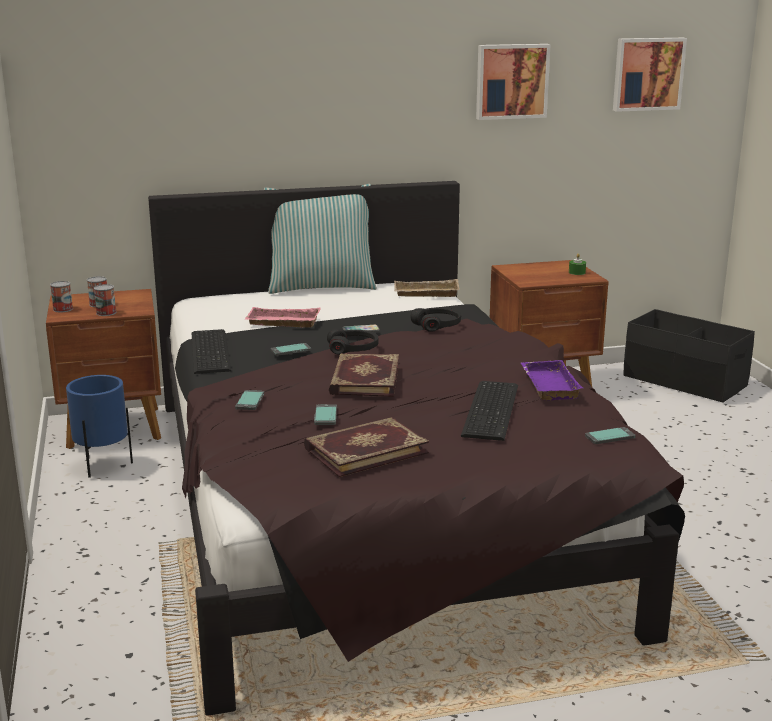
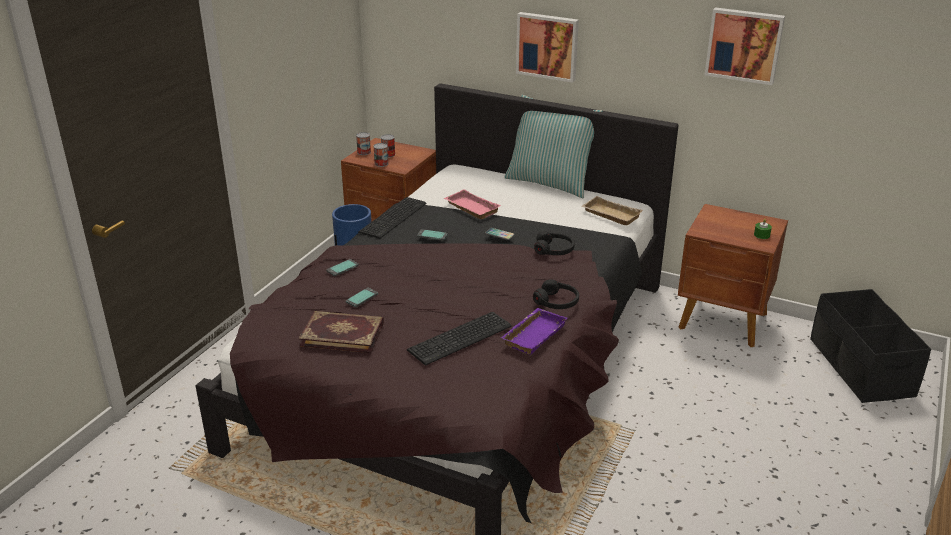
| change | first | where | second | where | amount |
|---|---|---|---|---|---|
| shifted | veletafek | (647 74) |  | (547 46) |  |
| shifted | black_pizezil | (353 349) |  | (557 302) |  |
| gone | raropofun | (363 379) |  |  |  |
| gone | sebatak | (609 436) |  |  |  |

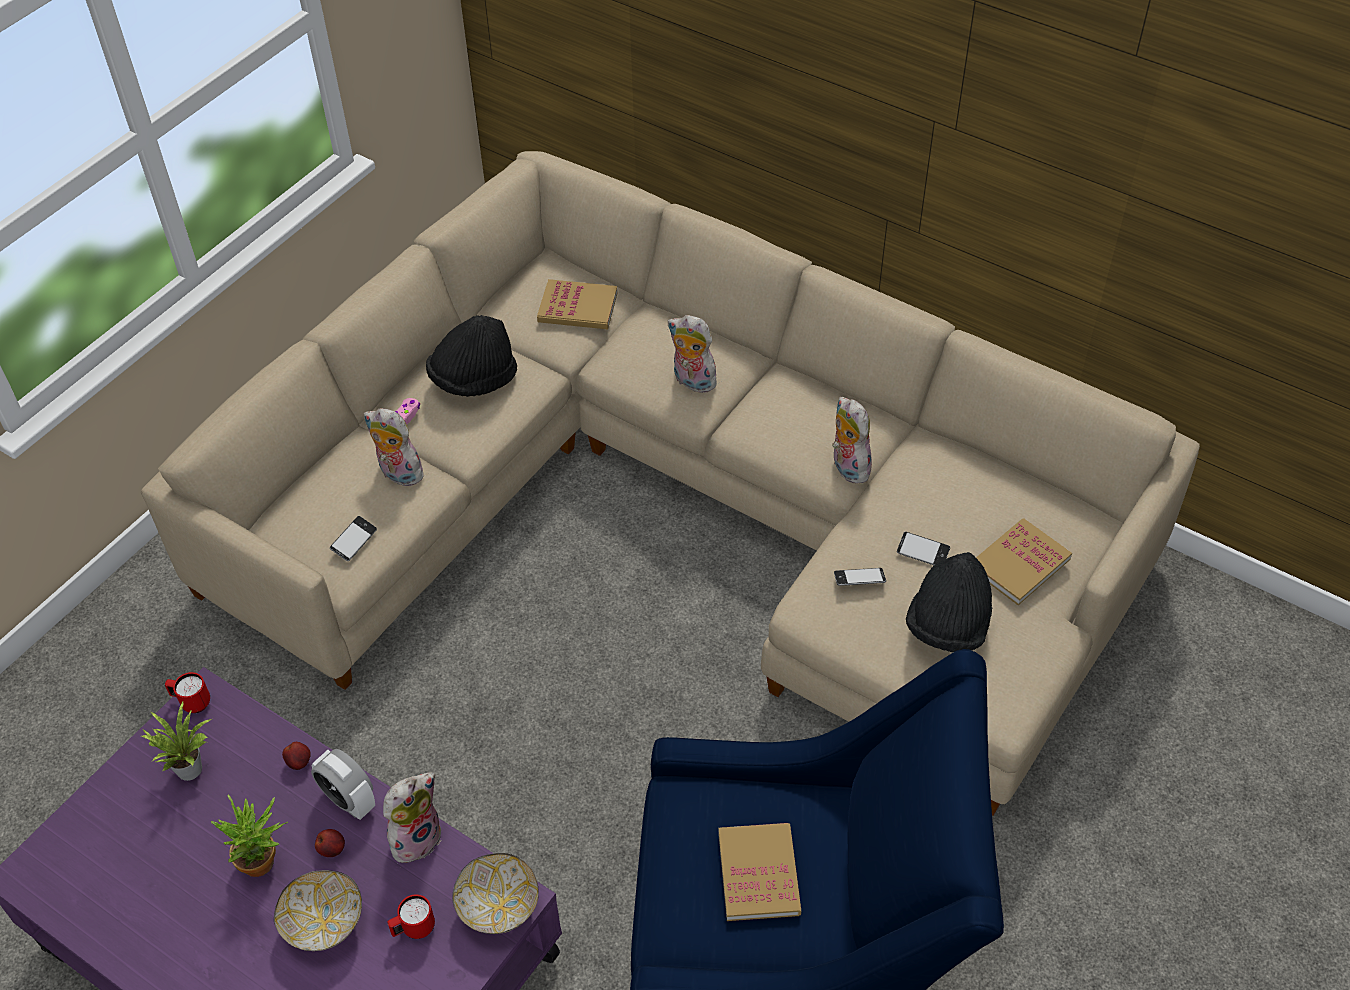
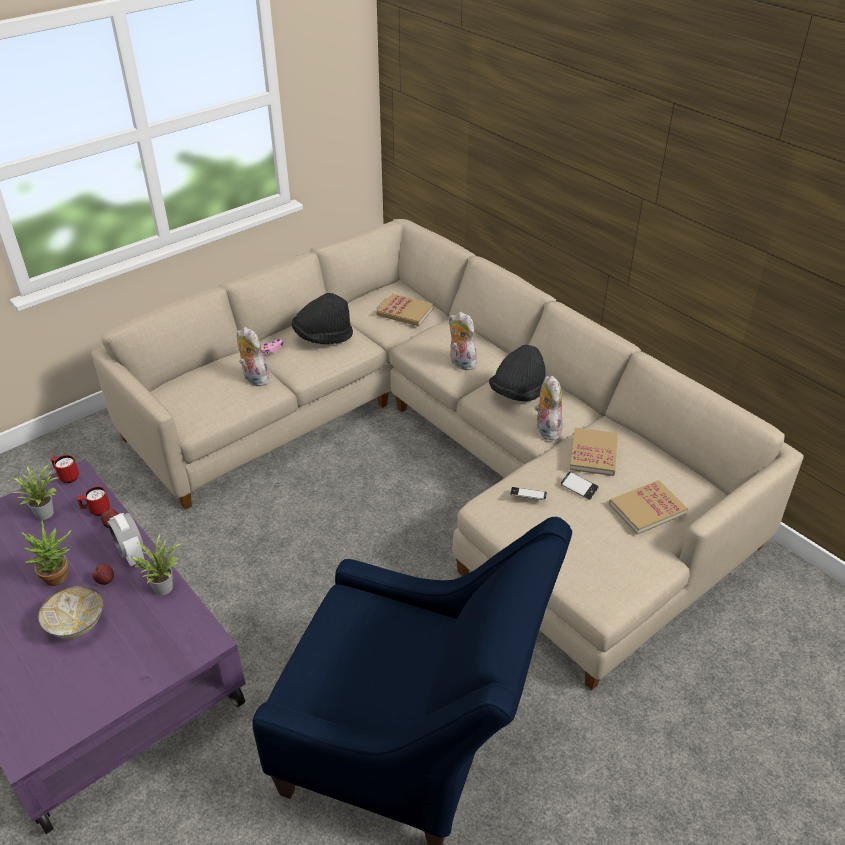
| change | first | where | second | where | amount |
|---|---|---|---|---|---|
| shifted | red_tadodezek | (414 929) |  | (96 511) |  |
| swapped | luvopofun | (416 837) | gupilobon | (162 586) |  |
| shifted | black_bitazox | (948 625) |  | (517 393) |  |
| shifted | raropofun | (758 874) |  | (593 454) |  |
| gone | sebatak | (354 541) |  |  |  |
| gone | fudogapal | (499 909) |  |  |  |

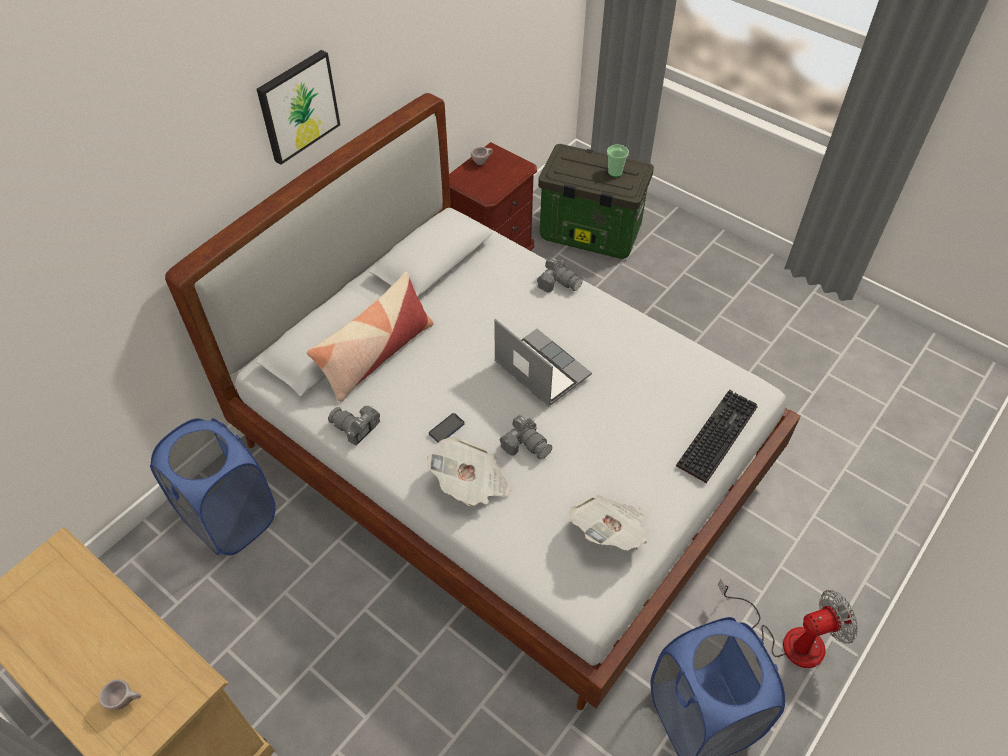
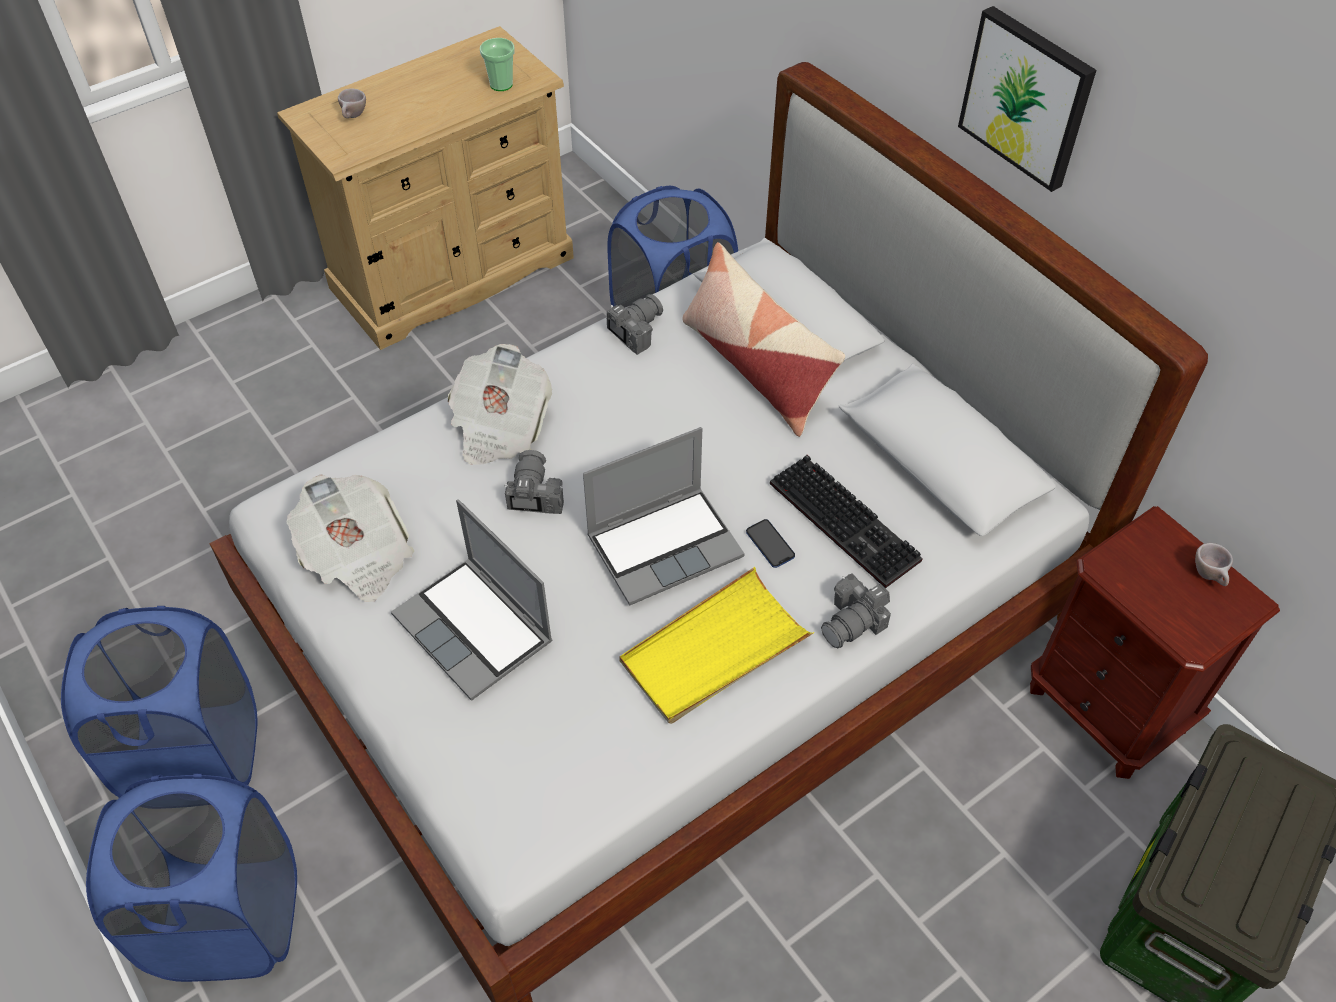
| change | first | where | second | where | amount |
|---|---|---|---|---|---|
| swapped | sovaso | (788 639) | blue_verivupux | (230 920) |  |
| new |  |  | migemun | (476 629) |  |
| shifted | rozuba | (615 172) |  | (501 84) |  |
| rotated | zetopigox | (526 444) |  | (533 494) | 120 degrees clockwise |
| new |  |  | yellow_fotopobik | (714 650) |  |
| shifted | sebatak | (446 429) |  | (770 544) |  |
| shifted | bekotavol | (716 434) |  | (848 522) |  |

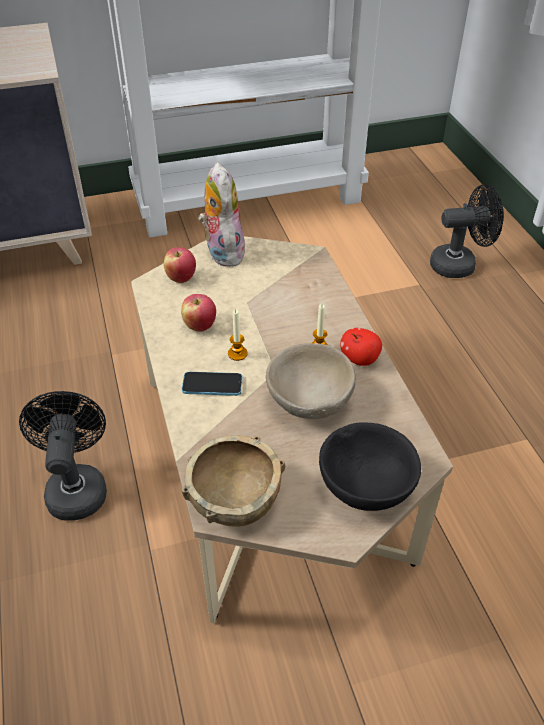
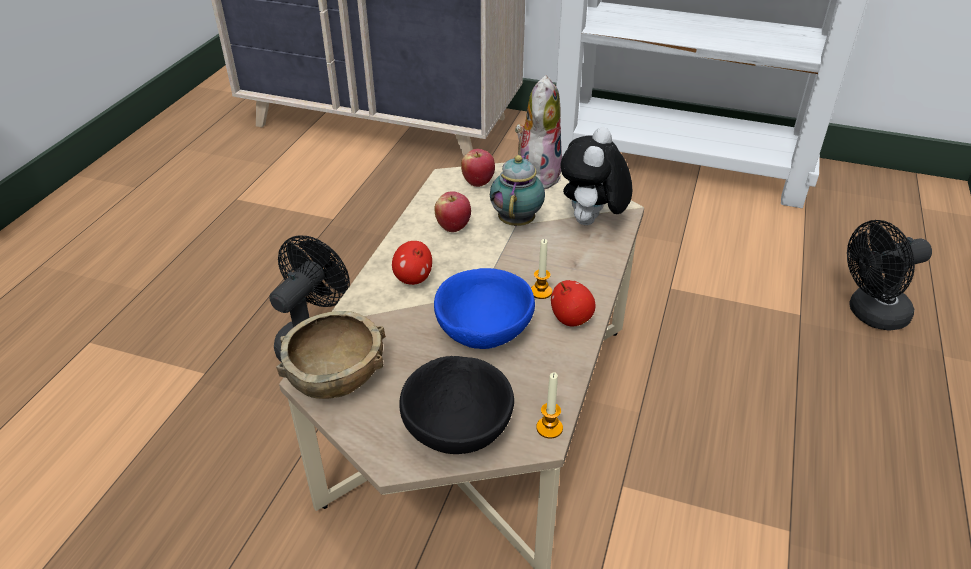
| change | first | where | second | where | amount |
|---|---|---|---|---|---|
| swapped | sebatak | (212 385) | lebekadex | (413 278) |  |
| repainted | beige_fudogapal | (308 400) | blue_fudogapal | (483 330) |  |
| new |  |  | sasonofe | (517 220) |  |
| shifted | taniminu | (237 353) |  | (549 428) |  |
| new |  |  | luvopofun | (591 223) |  |
| rotated | black_sovaso | (459 264) |  | (870 314) | 135 degrees clockwise |

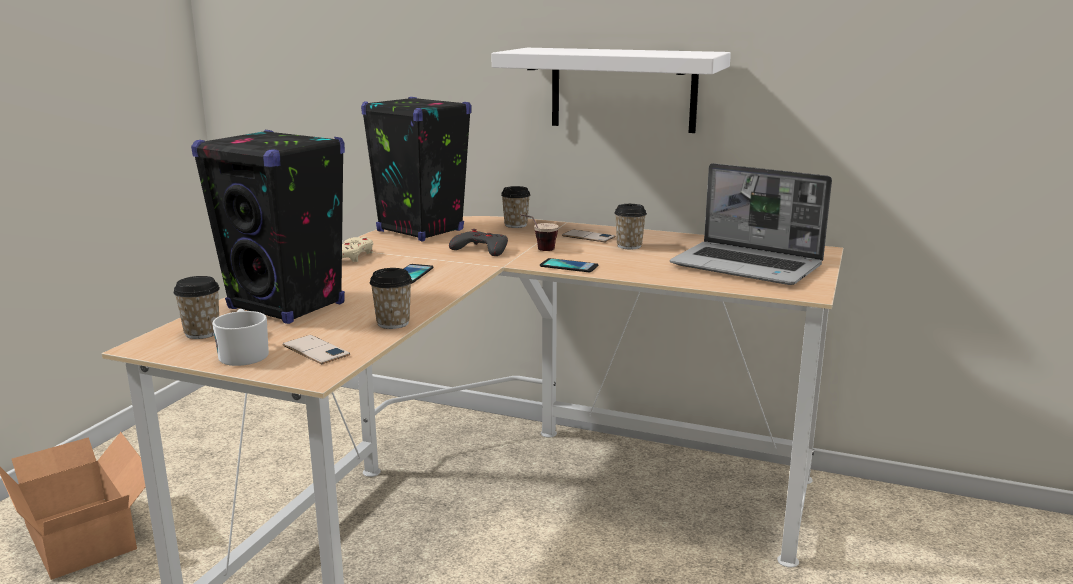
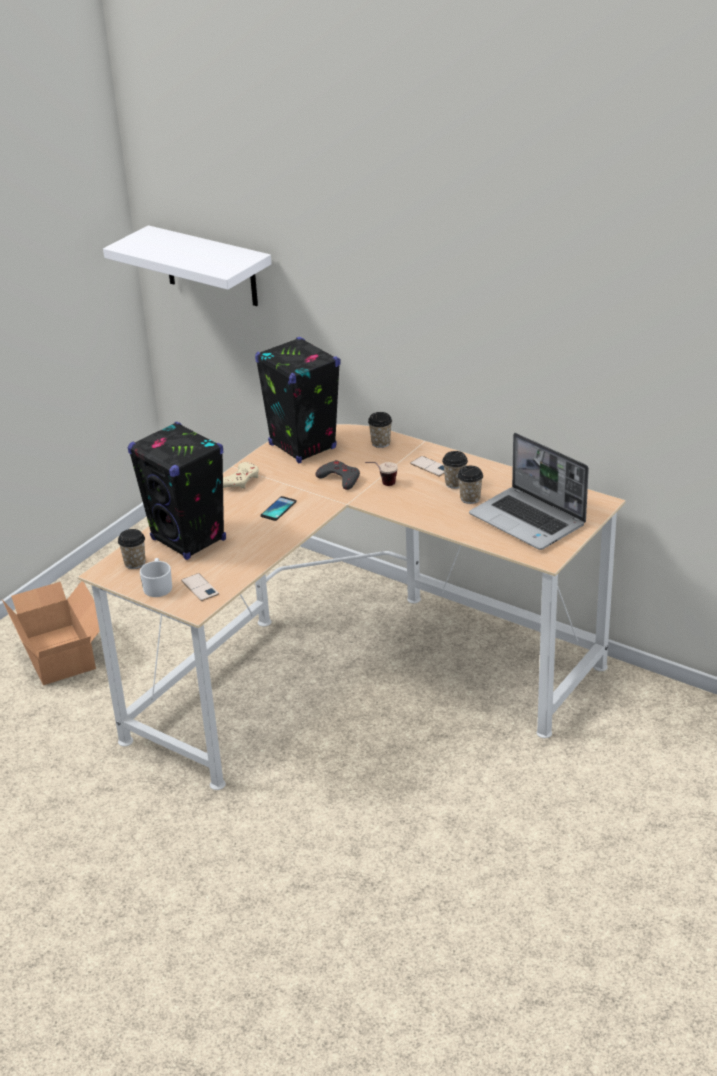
| change | first | where | second | where | amount |
|---|---|---|---|---|---|
| shifted | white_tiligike | (623 89) |  | (211 266) |  |
| shifted | rozuba | (393 323) |  | (470 498) |  |
| gone | sebatak | (569 266) |  |  |  |

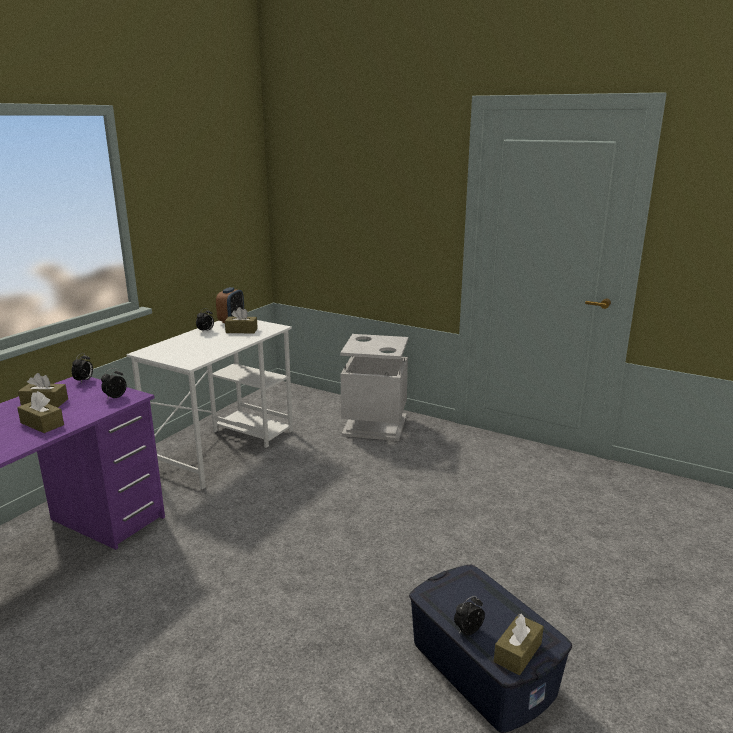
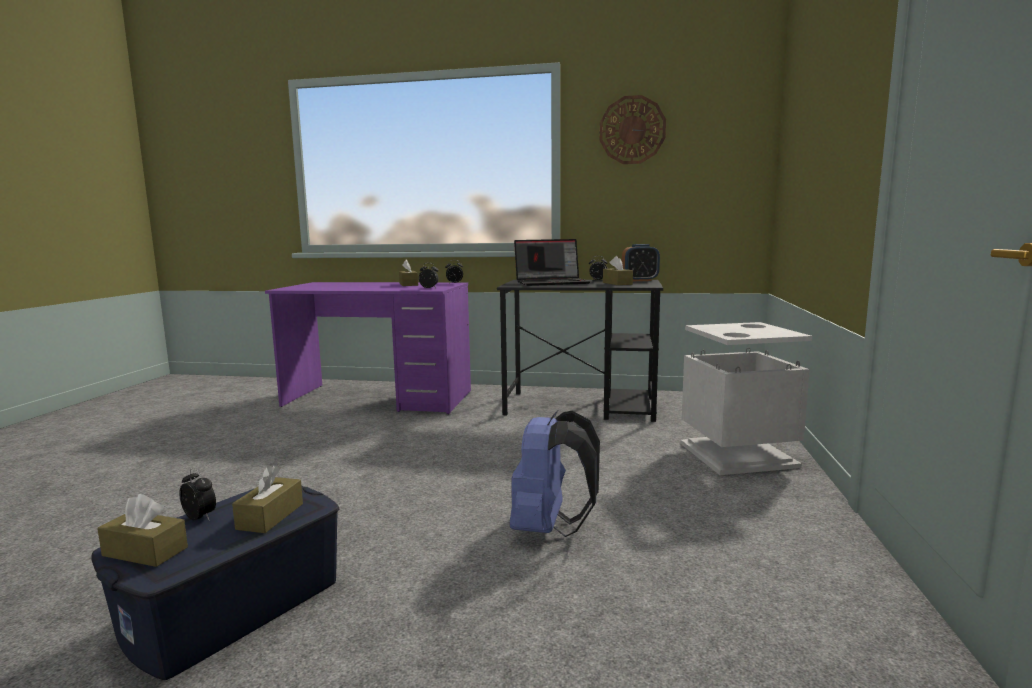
| change | first | where | second | where | amount |
|---|---|---|---|---|---|
| shifted | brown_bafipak | (42 424) |  | (270 516) |  |
| repainted | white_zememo | (224 448) | black_zememo | (581 406) |  |
| new |  |  | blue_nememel | (550 528) |  |
| new |  |  | migemun | (552 283) |  |
| new |  |  | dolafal | (632 130) |  |

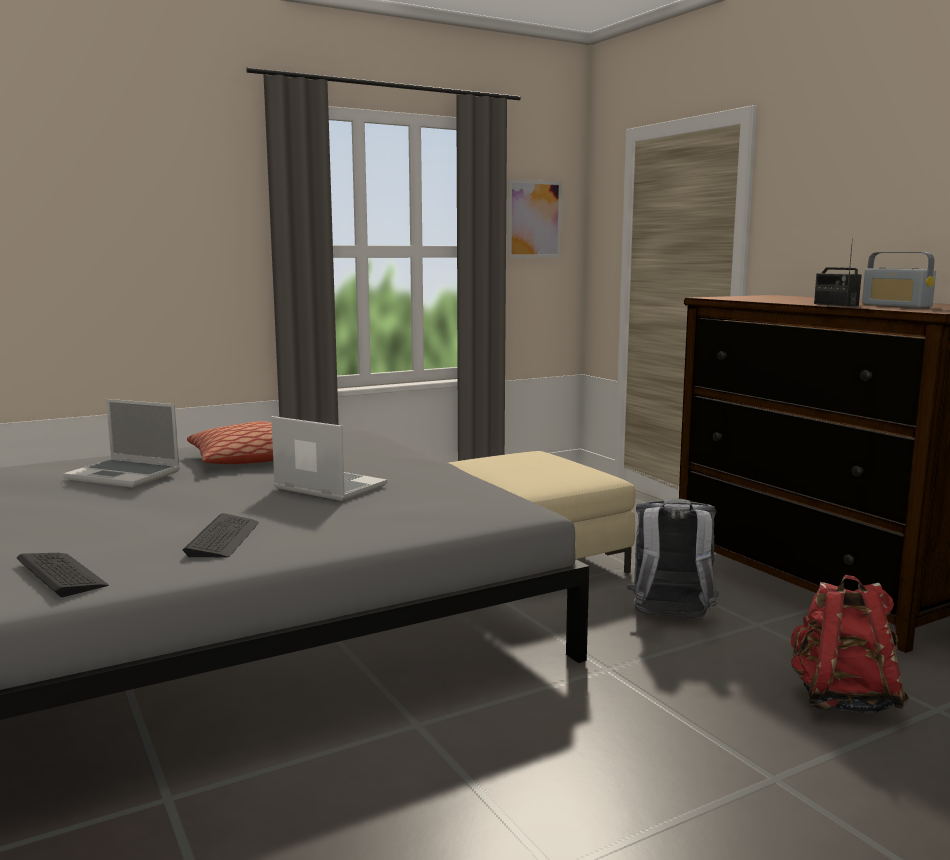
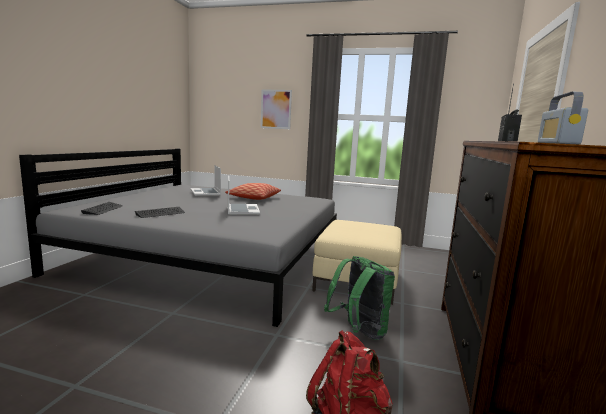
| change | first | where | second | where | amount |
|---|---|---|---|---|---|
| shifted | veletafek | (534 219) |  | (276 109) |  |
| repainted | grey_nememel | (670 619) | green_nememel | (359 332) |  |

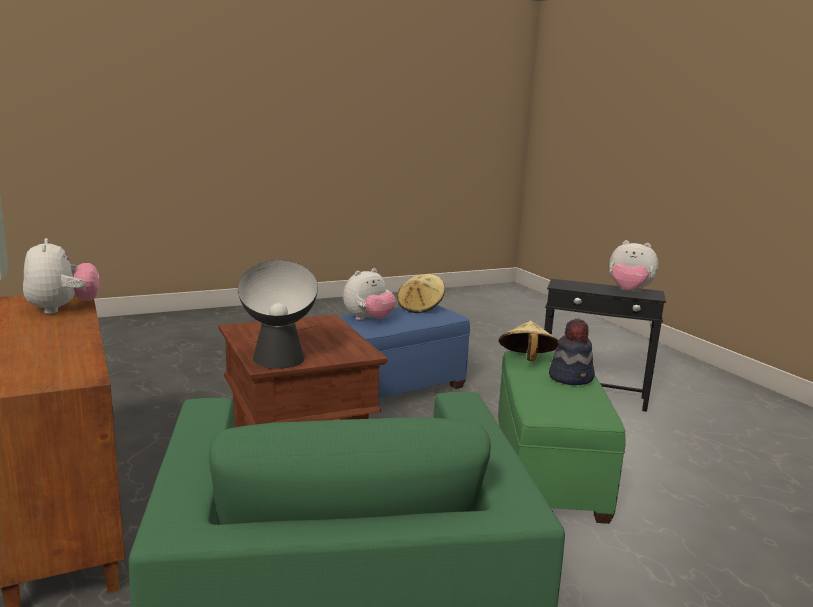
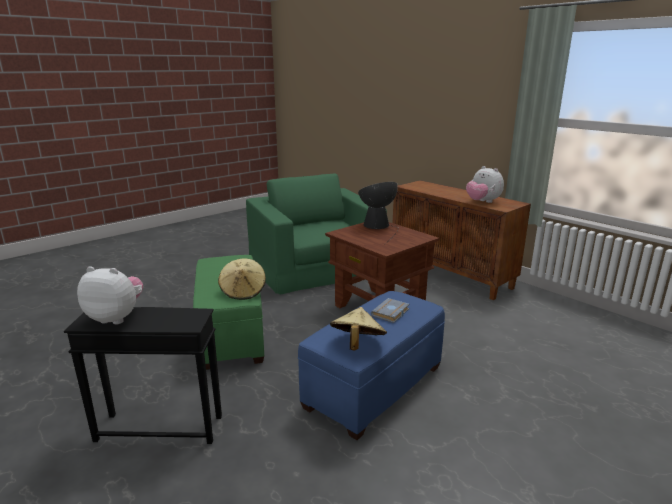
| change | first | where | second | where | amount |
|---|---|---|---|---|---|
| swapped | luvopofun | (368 320) | grey_raropofun | (391 313) |  |
| gone | bitazox | (571 377) |  |  |  |

